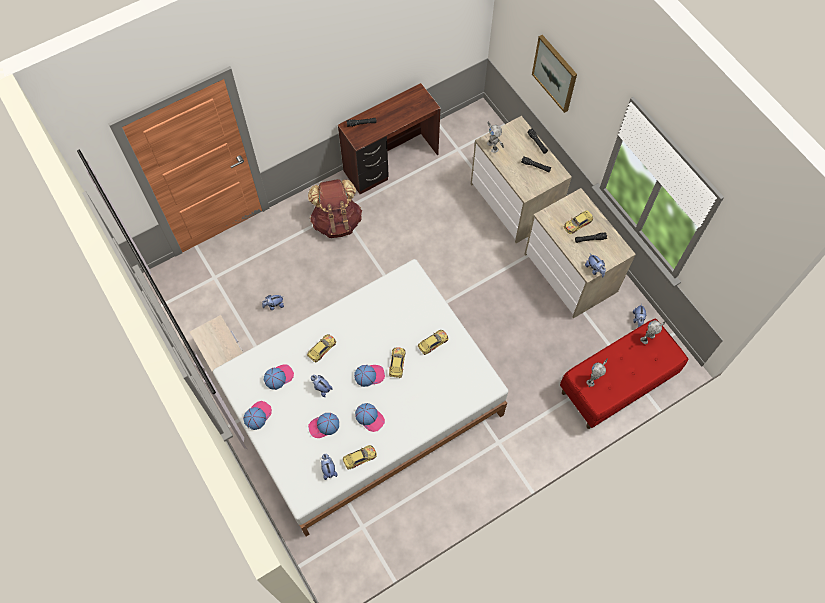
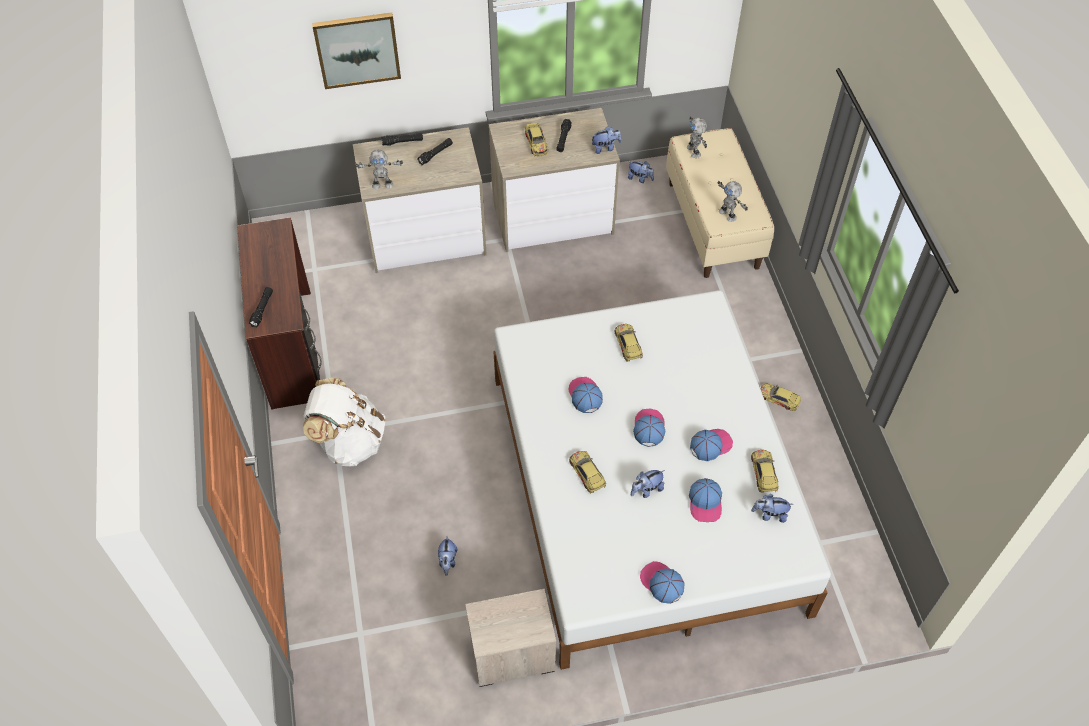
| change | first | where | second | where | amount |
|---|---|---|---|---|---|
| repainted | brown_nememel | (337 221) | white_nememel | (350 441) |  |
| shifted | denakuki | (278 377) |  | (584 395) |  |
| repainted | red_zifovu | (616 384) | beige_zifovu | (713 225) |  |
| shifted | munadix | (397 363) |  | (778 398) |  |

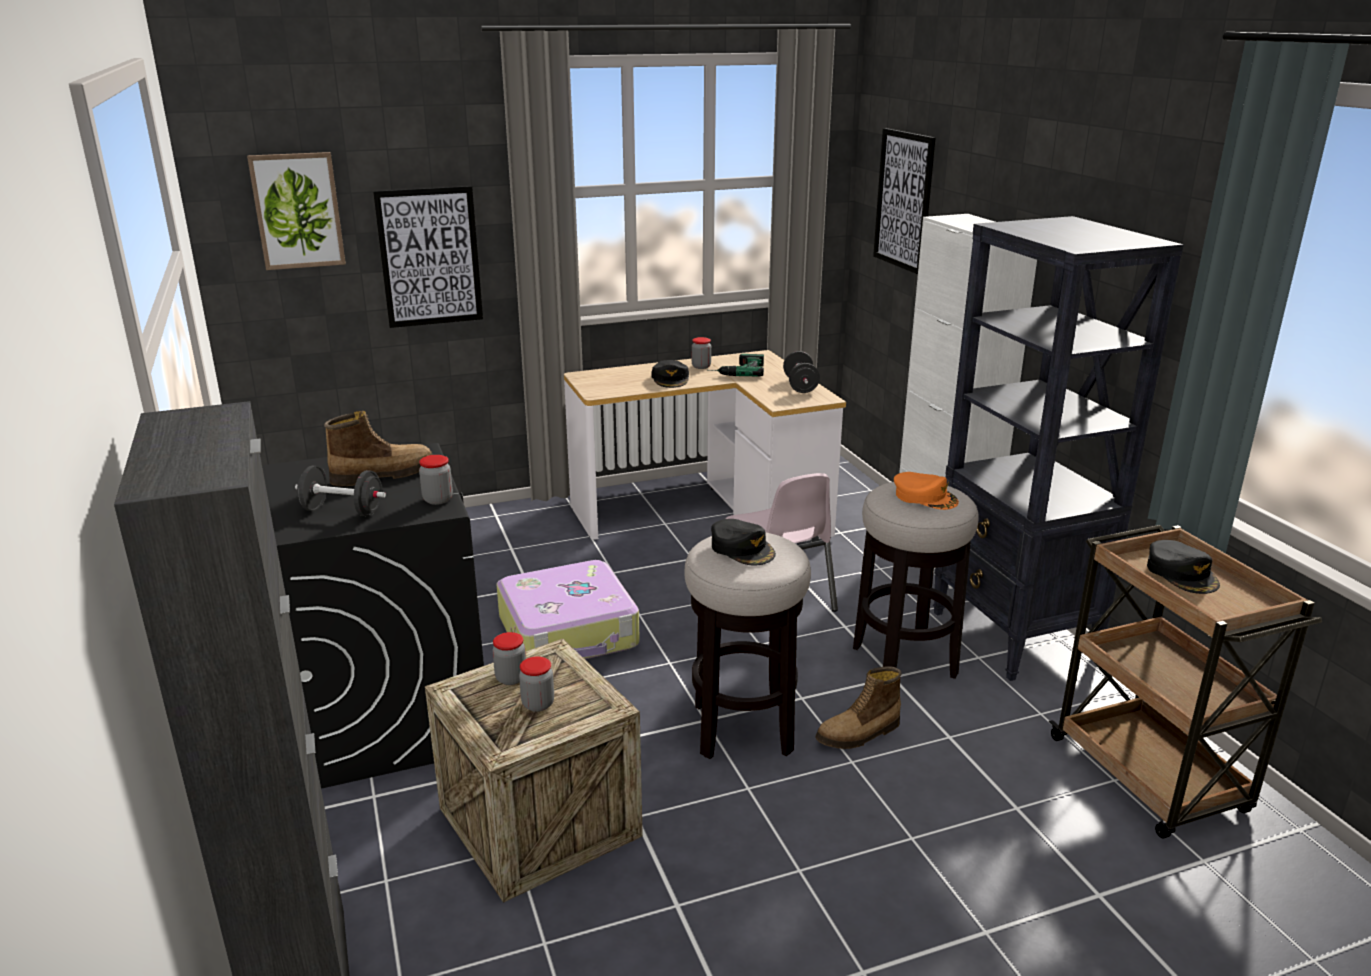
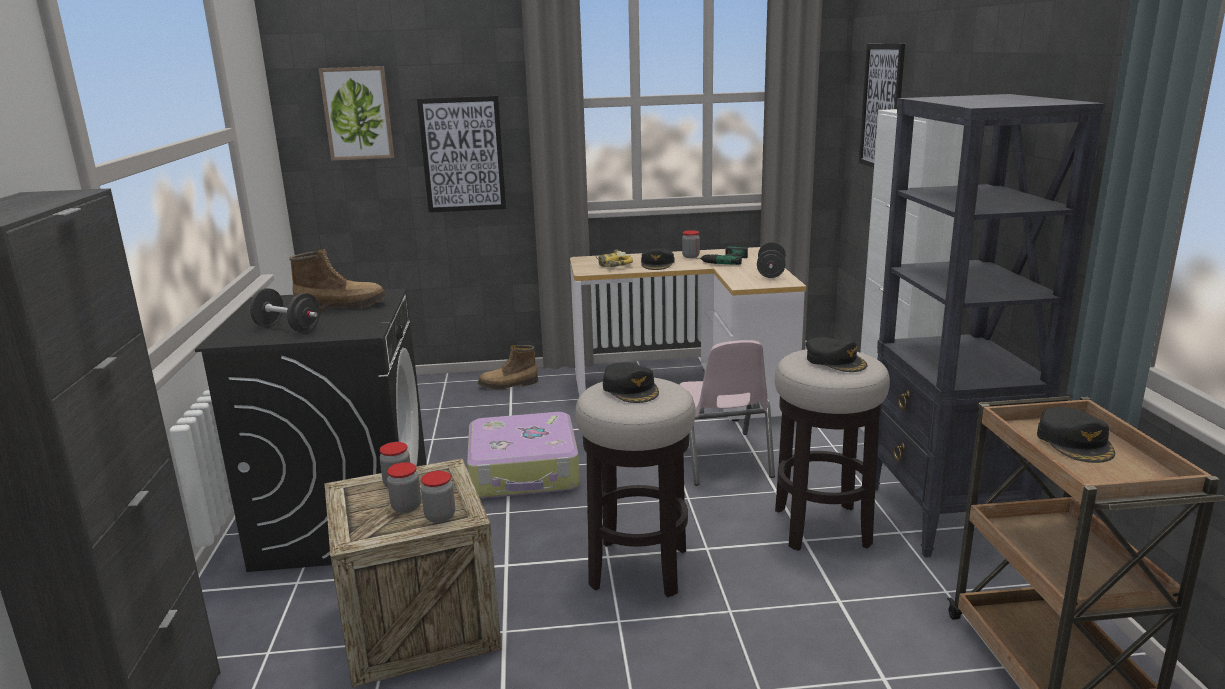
| change | first | where | second | where | amount |
|---|---|---|---|---|---|
| shifted | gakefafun | (438 499) |  | (440 516) |  |
| shifted | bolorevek | (859 734) |  | (508 385) |  |
| new |  |  | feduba | (612 264) |  |
| repainted | orange_denakuki | (925 497) | black_denakuki | (835 361) |  |

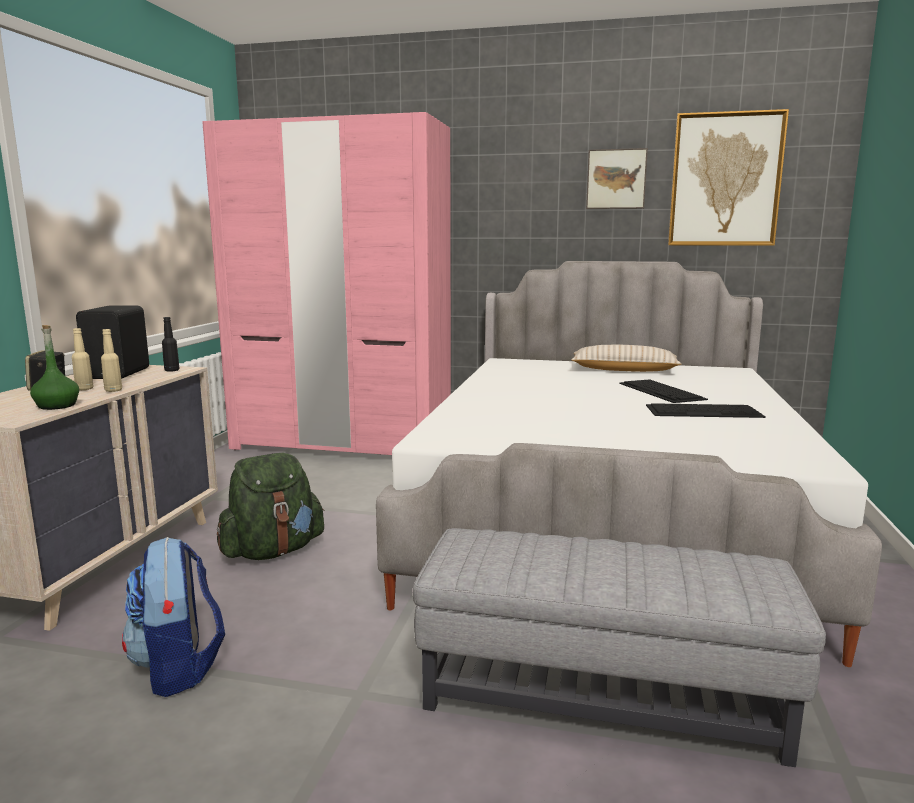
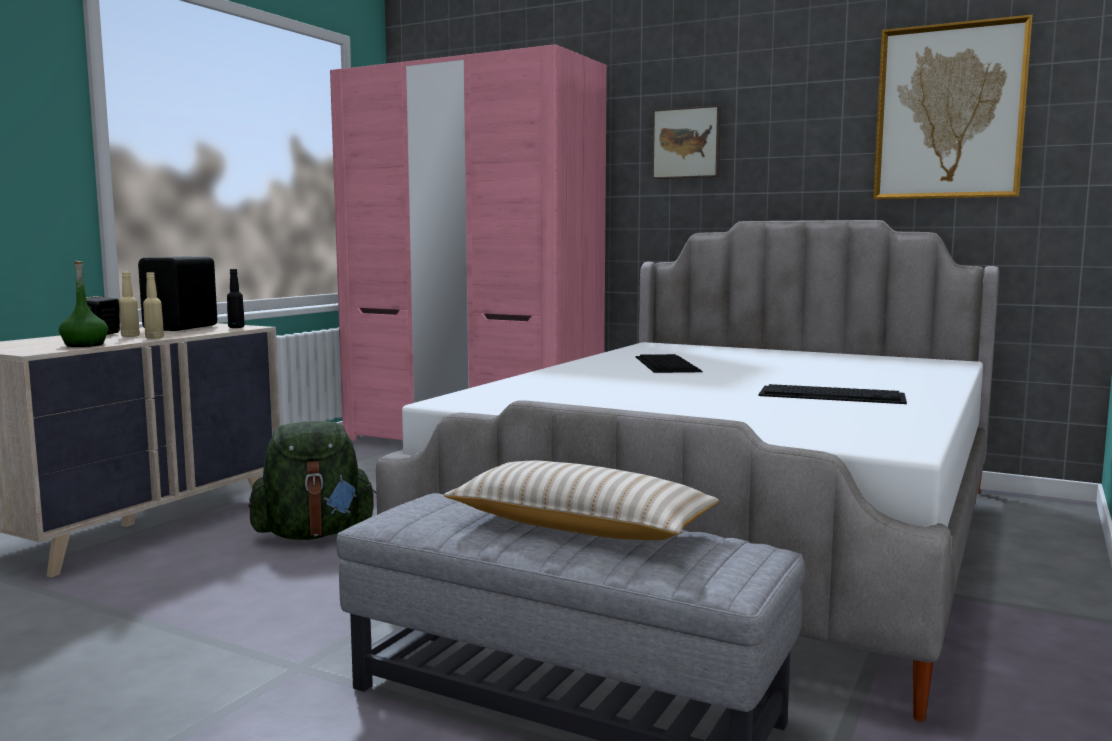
| change | first | where | second | where | amount |
|---|---|---|---|---|---|
| shifted | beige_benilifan | (624 370) |  | (580 527) |  |
| shifted | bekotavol | (662 391) |  | (667 364) |  |
| shifted | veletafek | (616 179) |  | (687 143) |  |
| gone | nememel | (179 668) |  |  |  |

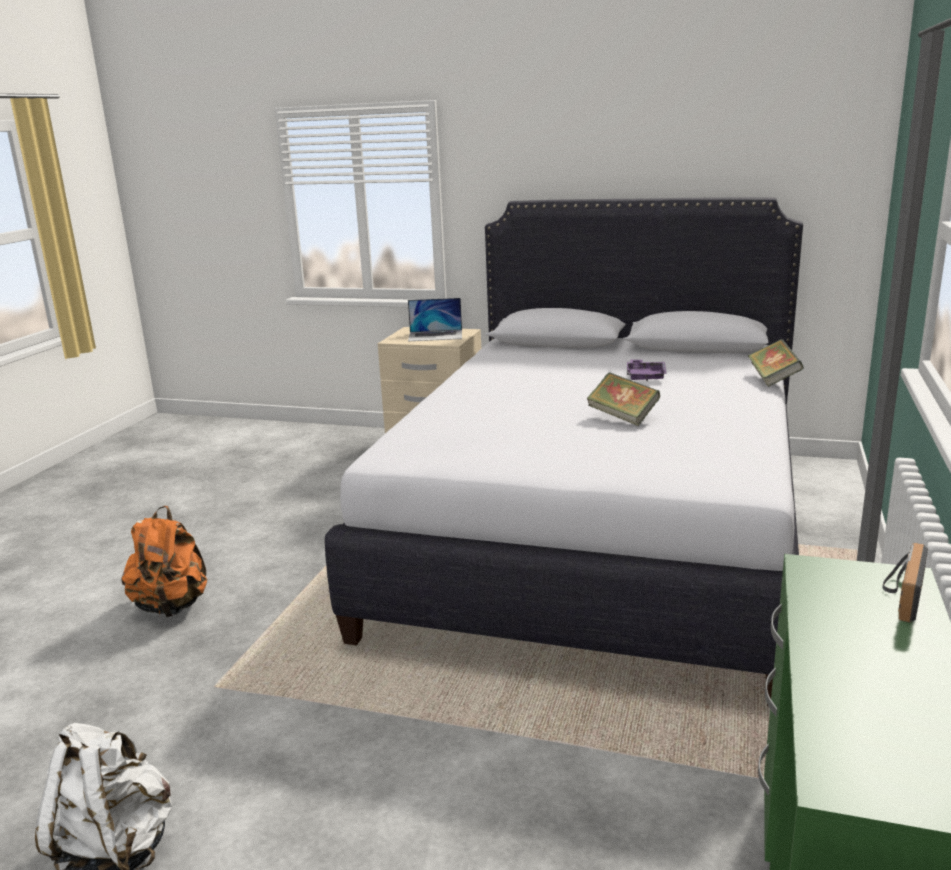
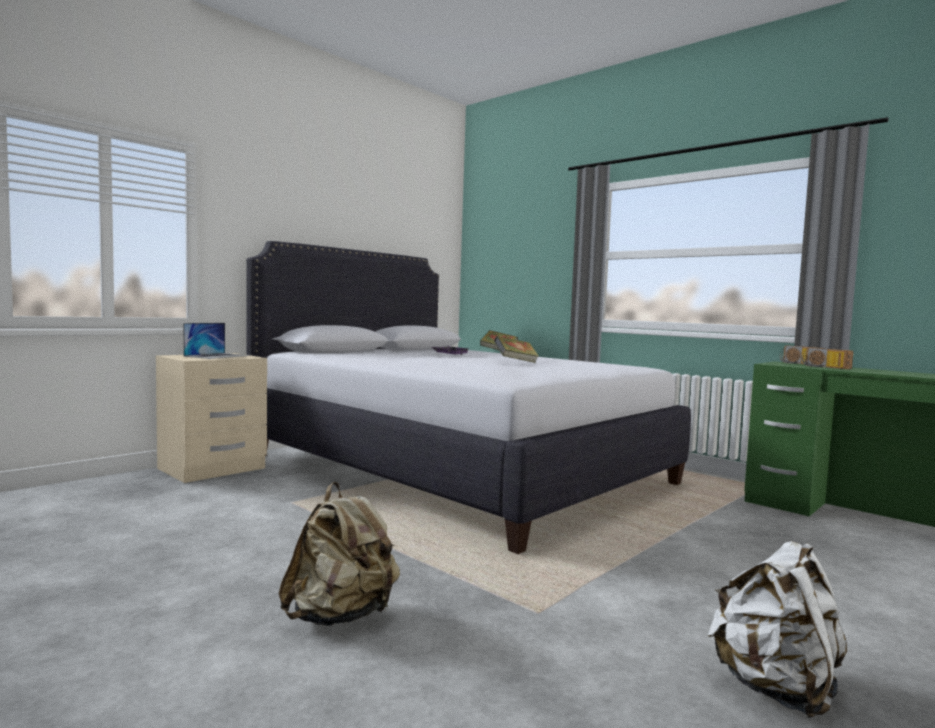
| change | first | where | second | where | amount |
|---|---|---|---|---|---|
| repainted | orange_nememel | (172 606) | beige_nememel | (341 616) |  |
| new |  |  | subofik | (824 367) |  |

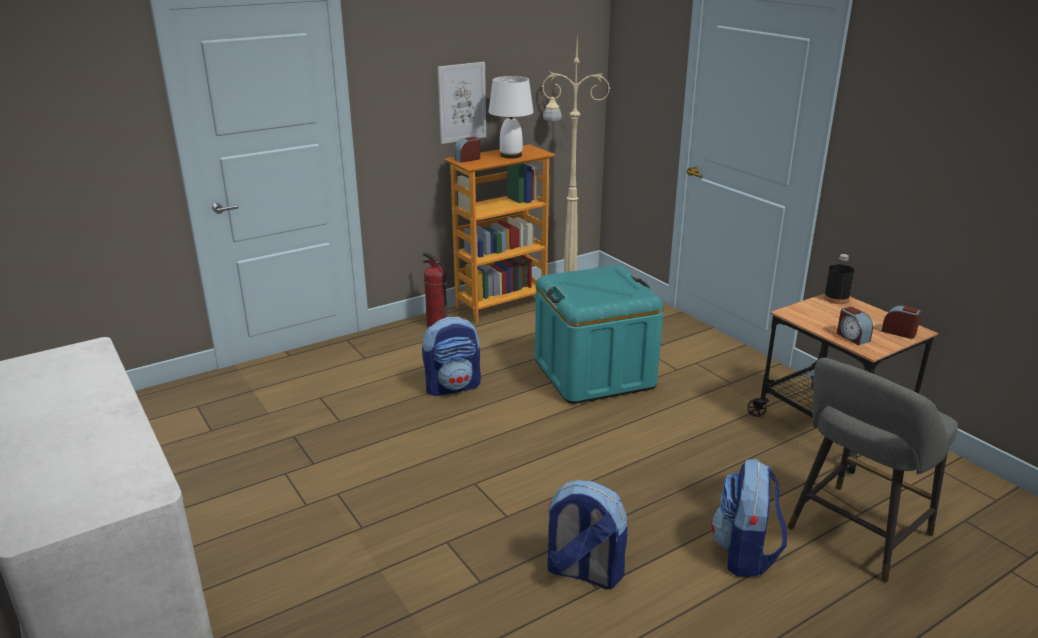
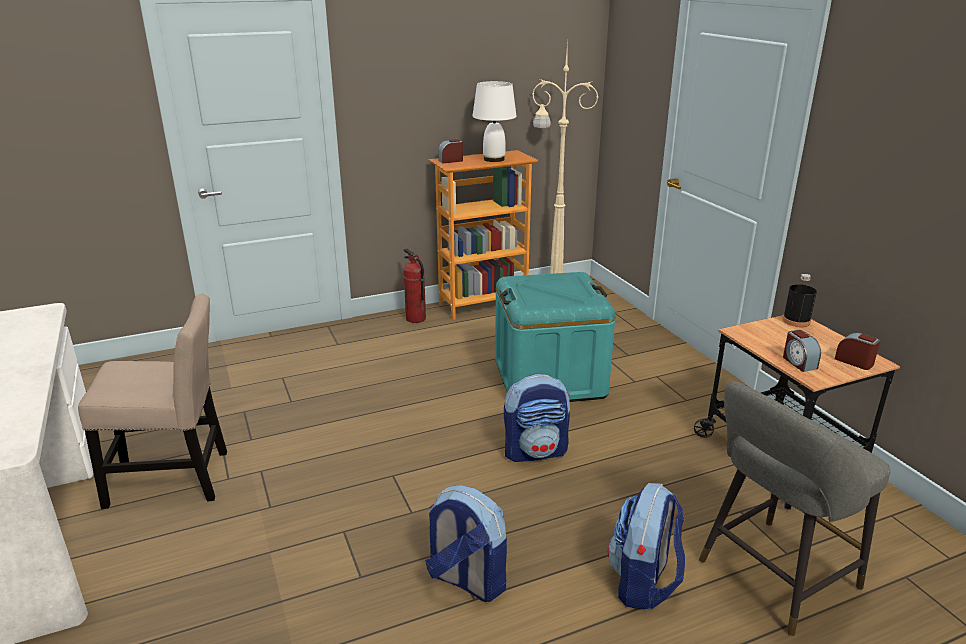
| change | first | where | second | where | amount |
|---|---|---|---|---|---|
| new |  |  | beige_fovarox | (175 479) |  |
| shifted | nememel | (453 386) |  | (535 451) |  |
| gone | veletafek | (462 102) |  |  |  |

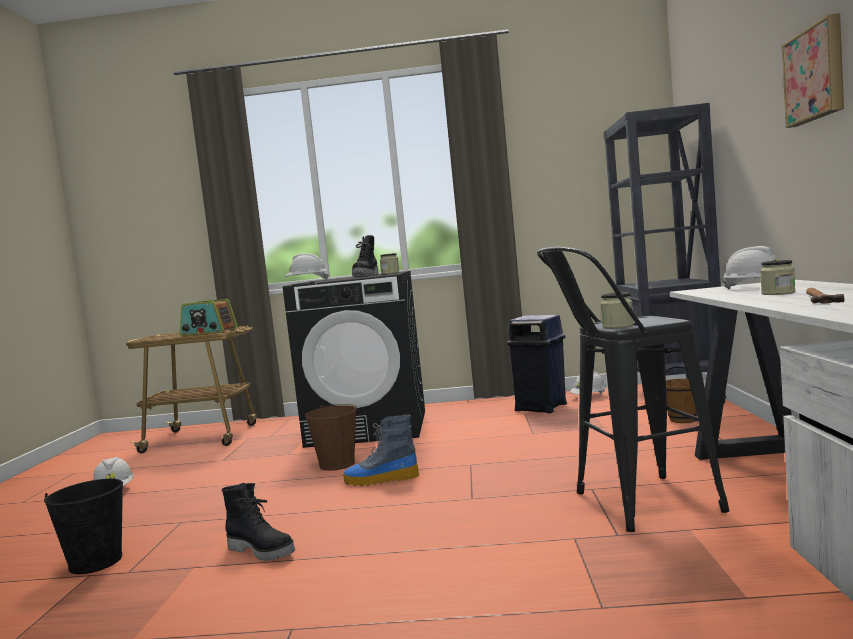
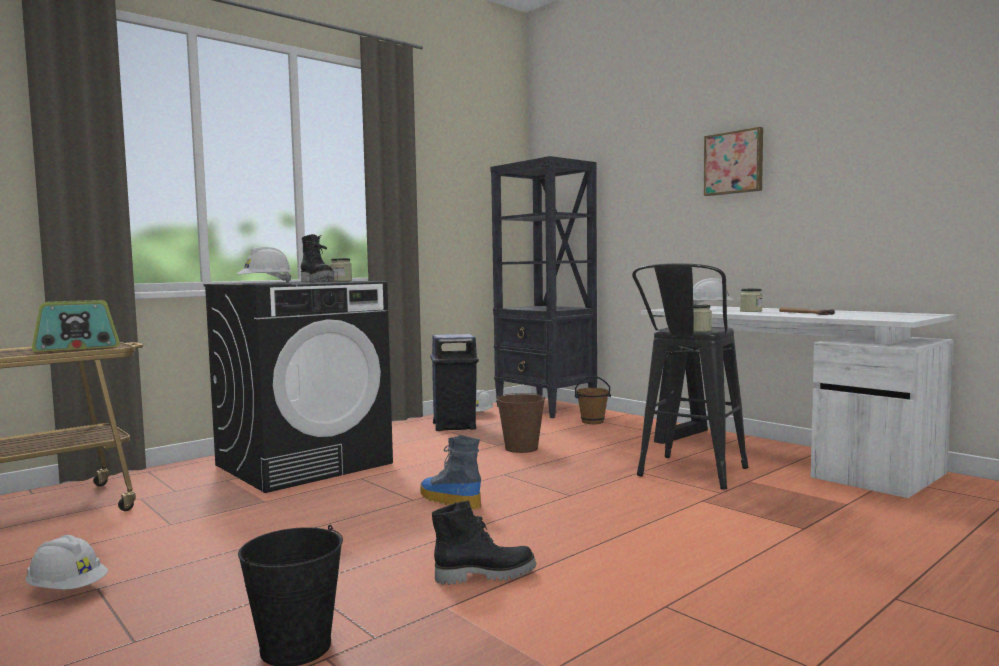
| change | first | where | second | where | amount |
|---|---|---|---|---|---|
| rotated | bolorevek | (380 480) |  | (448 500) | 90 degrees clockwise |
| shifted | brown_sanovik | (337 464) |  | (521 448) |  |

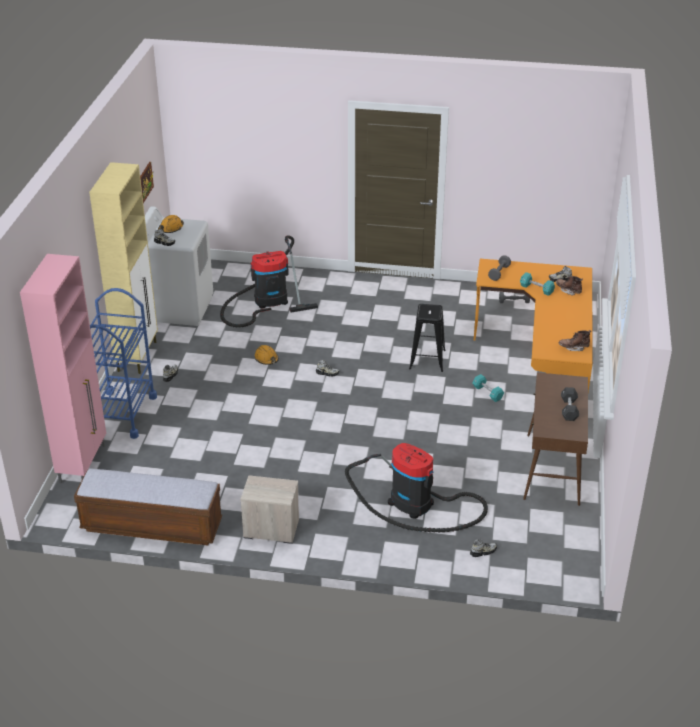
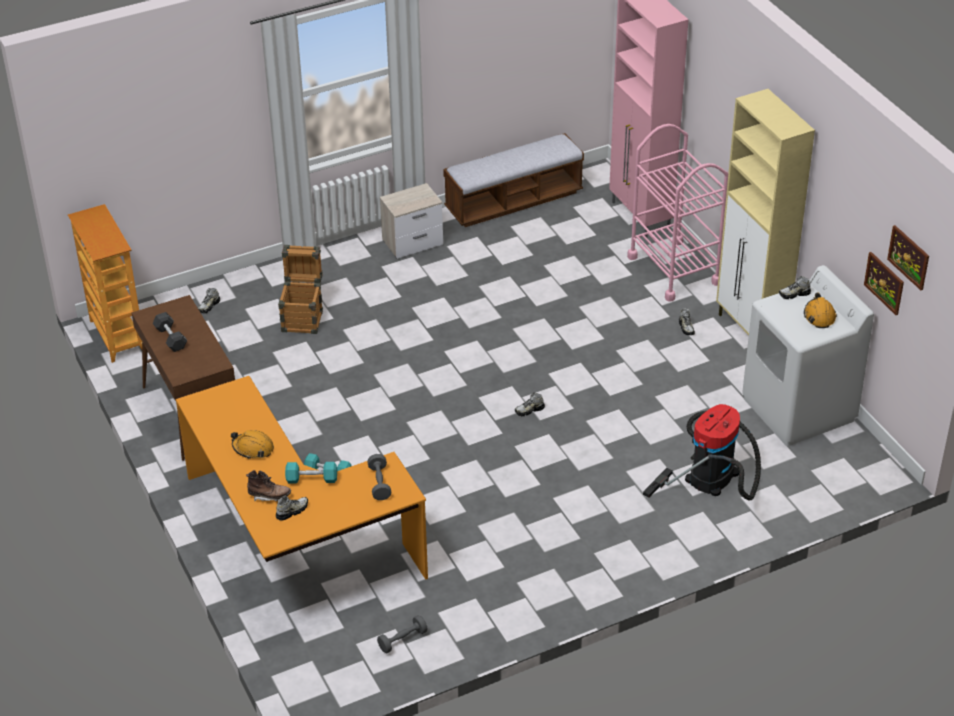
| change | first | where | second | where | amount |
|---|---|---|---|---|---|
| new |  |  | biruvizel | (116 336) |  |
| shifted | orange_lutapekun | (266 359) |  | (253 448) |  |
| swapped | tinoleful | (415 505) | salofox | (303 317) |  |
| repainted | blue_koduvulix | (121 414) | pink_koduvulix | (674 270) |  |
| new |  |  | veletafek | (908 257) |  |
| gone | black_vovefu | (427 360) |  |  |  |
| gone | brown_bolorevek | (573 347) |  |  |  |

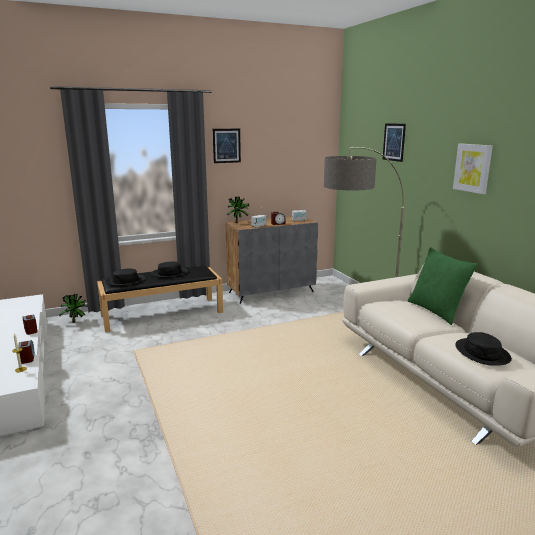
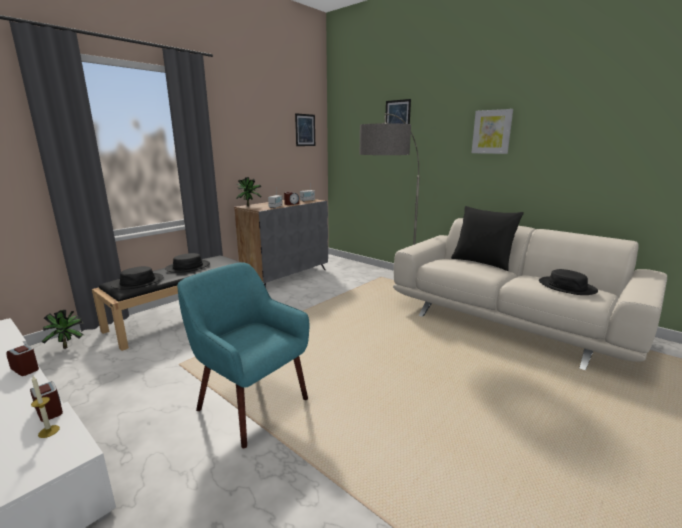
| change | first | where | second | where | amount |
|---|---|---|---|---|---|
| new |  |  | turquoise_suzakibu | (251 404) |  |
| shifted | veletafek | (226 145) |  | (305 130) |  |
| repainted | green_benilifan | (437 311) | black_benilifan | (482 262) |  |

